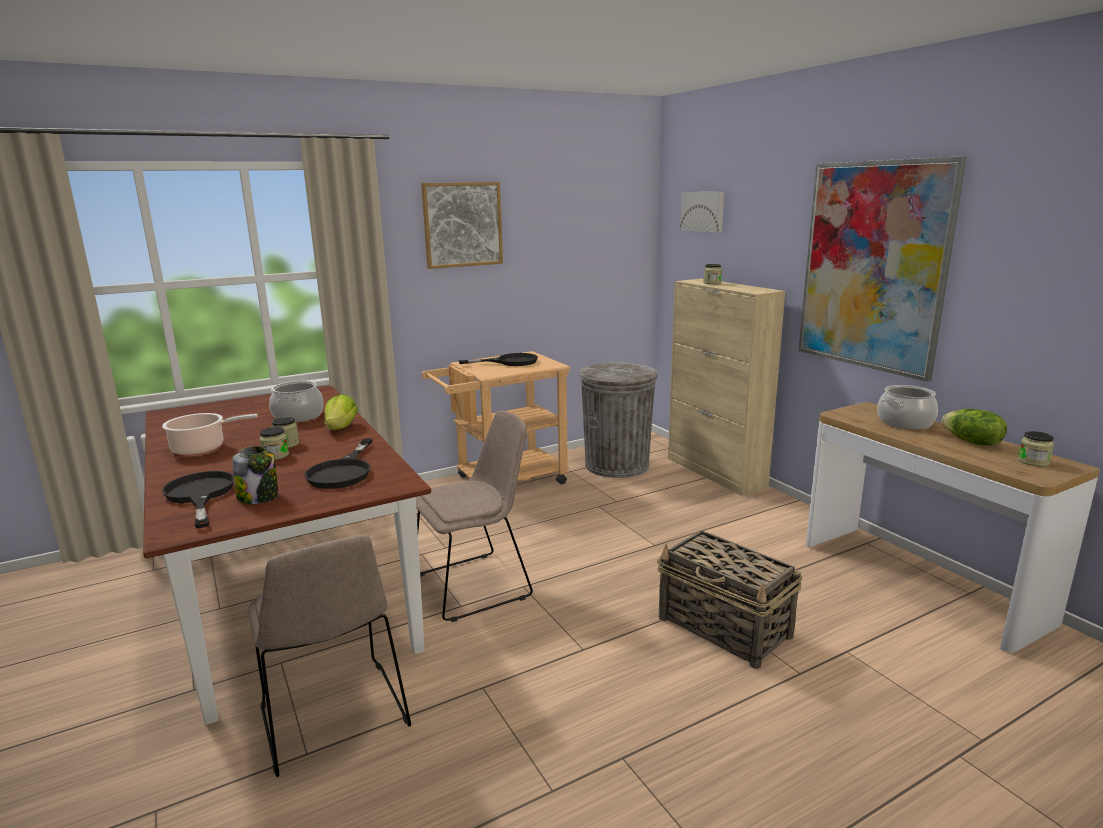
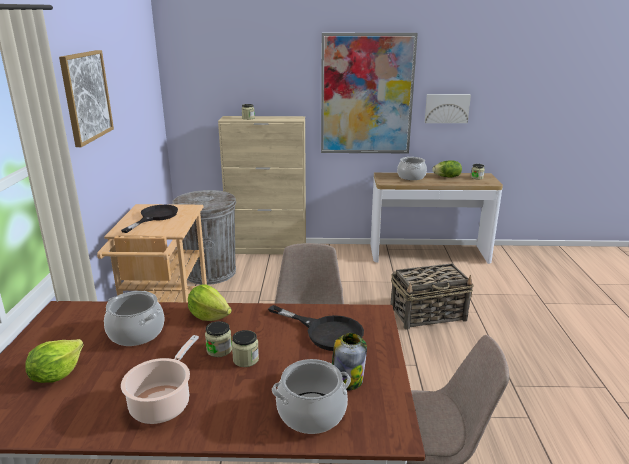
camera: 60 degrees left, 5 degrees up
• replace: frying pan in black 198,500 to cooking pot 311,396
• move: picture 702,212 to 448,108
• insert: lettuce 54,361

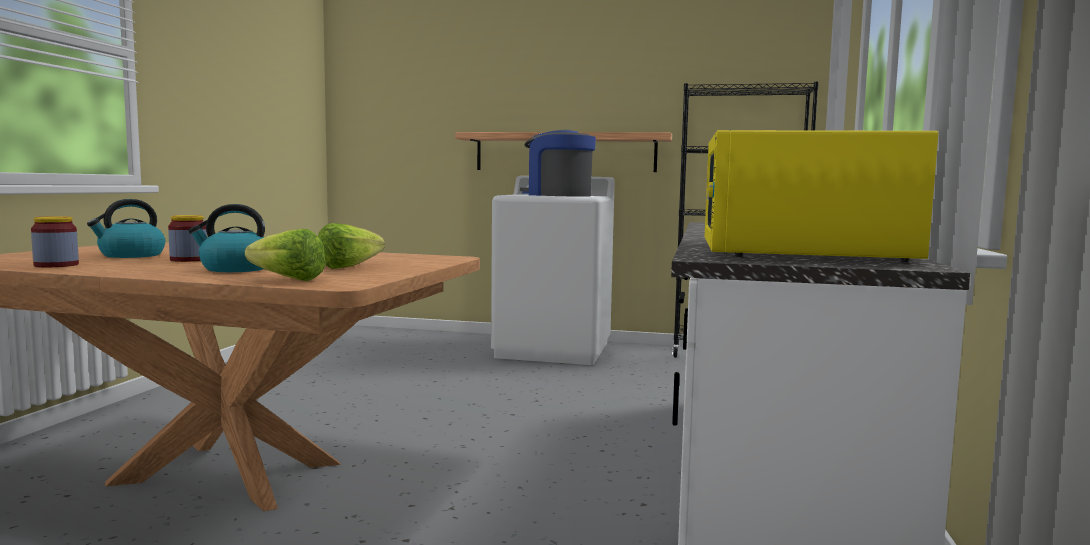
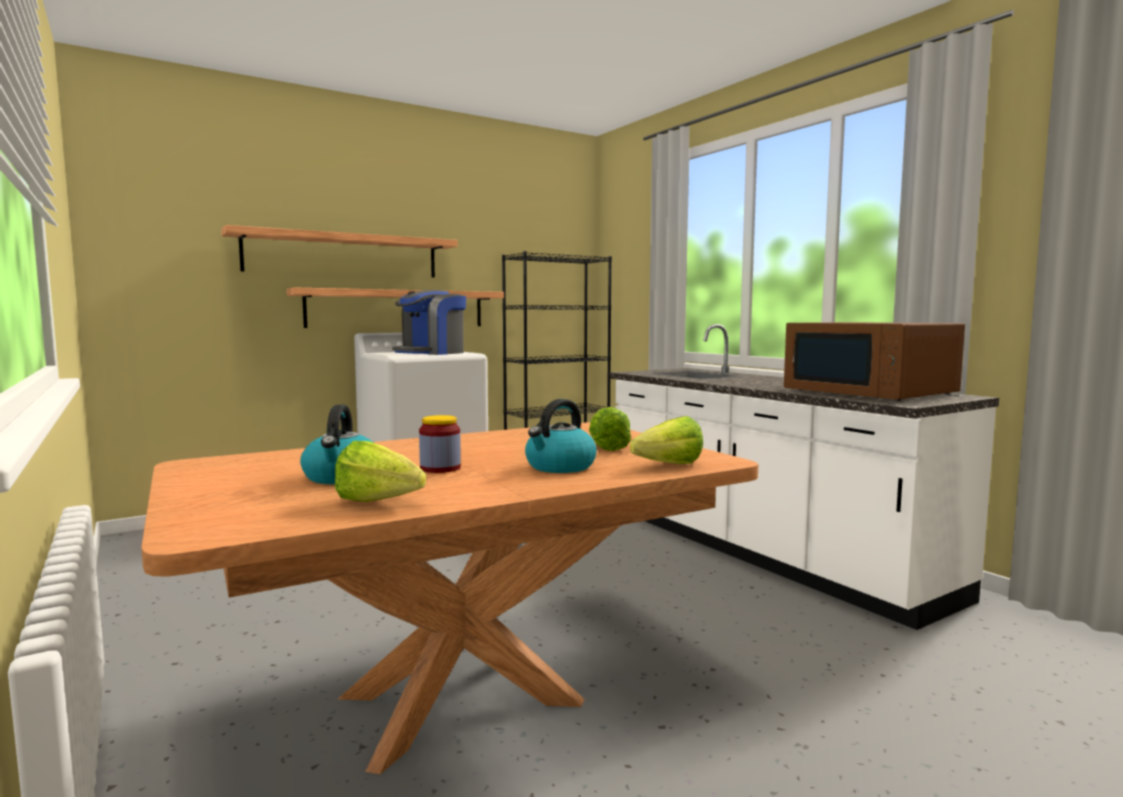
camera: 45 degrees left, 0 degrees up
• replace: jar 55,241 to lettuce 380,471
• rotate: coffee machine 558,163 = 429,322 45 degrees counterclockwise
• recolor: microwave in yellow 821,196 to microwave in brown 874,361
• insert: shelf 339,251

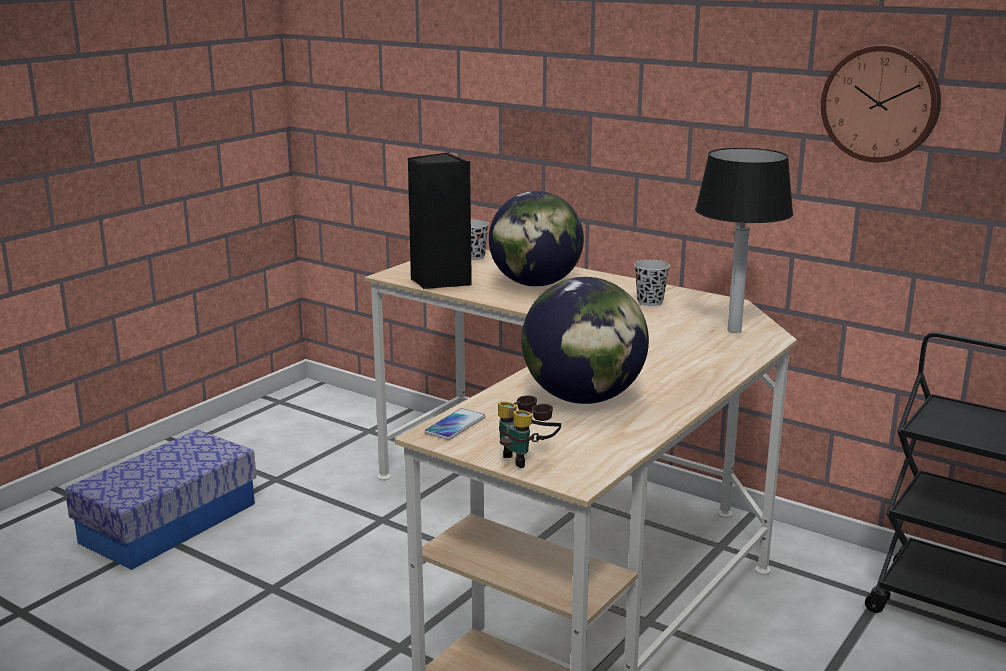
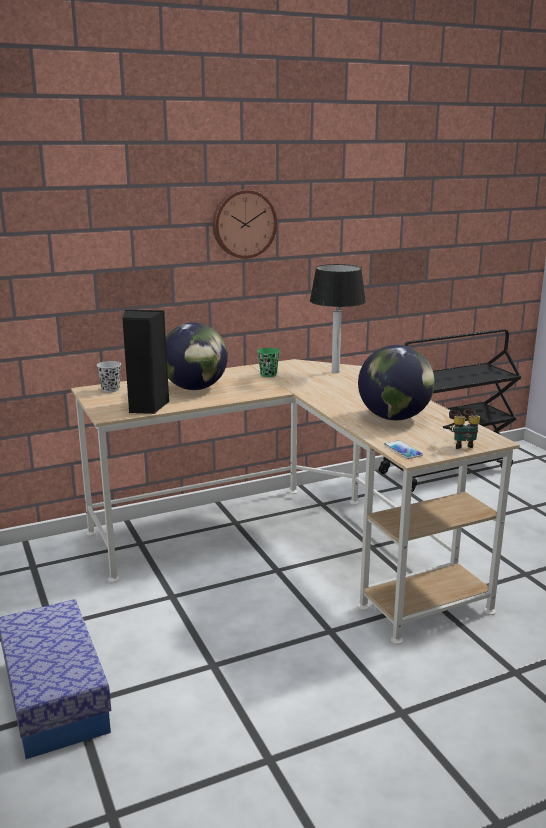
camera: 60 degrees left, 0 degrees up
• recolor: cup in black 652,283 to cup in green 268,362
• move: wall clock 881,103 to 245,224

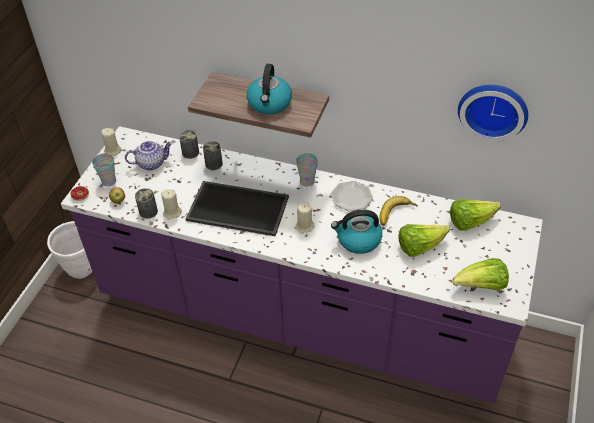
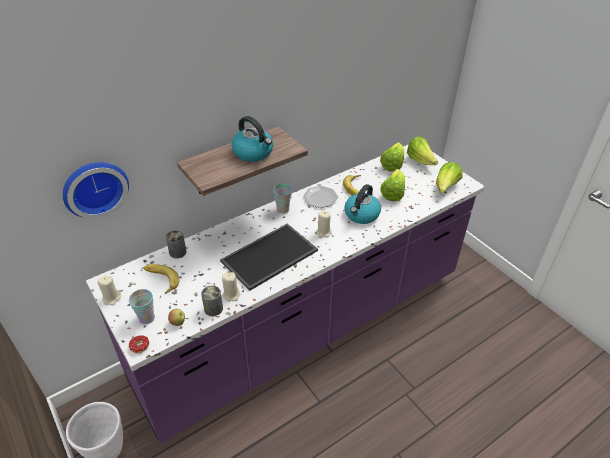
camera: 55 degrees left, 5 degrees down
• replace: teapot 149,155 to banana 161,279
• delete: can 213,155
• move: wall clock 493,113 to 96,190
• insert: lettuce 422,150

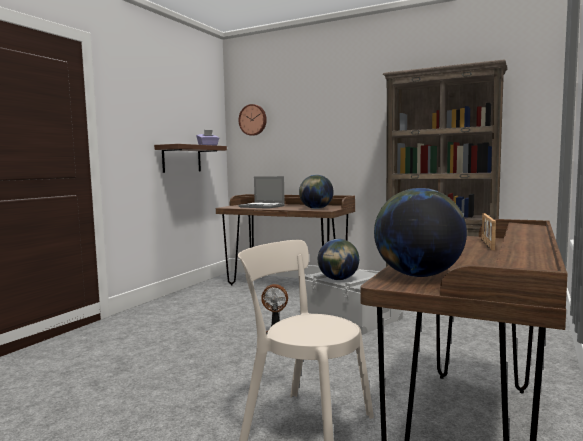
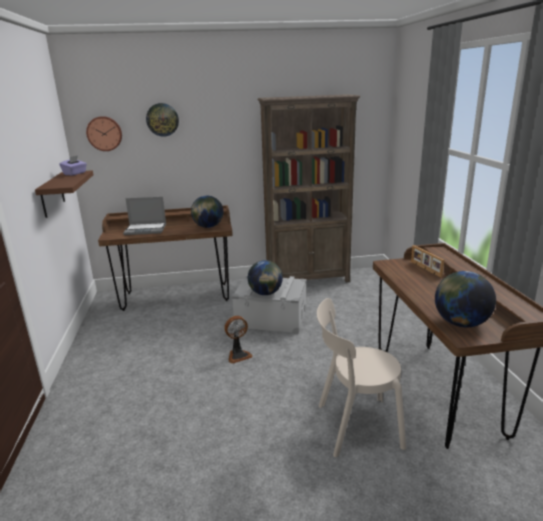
camera: 35 degrees left, 15 degrees up
• insert: wall clock 162,120

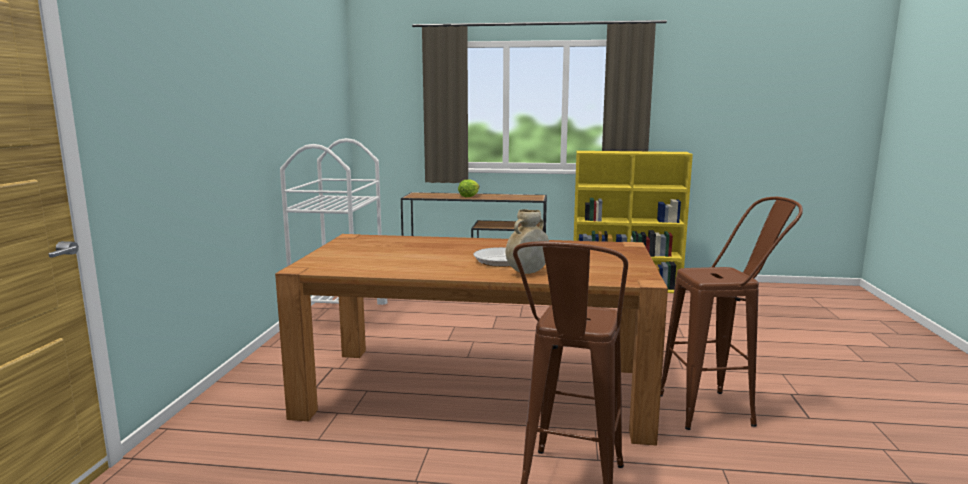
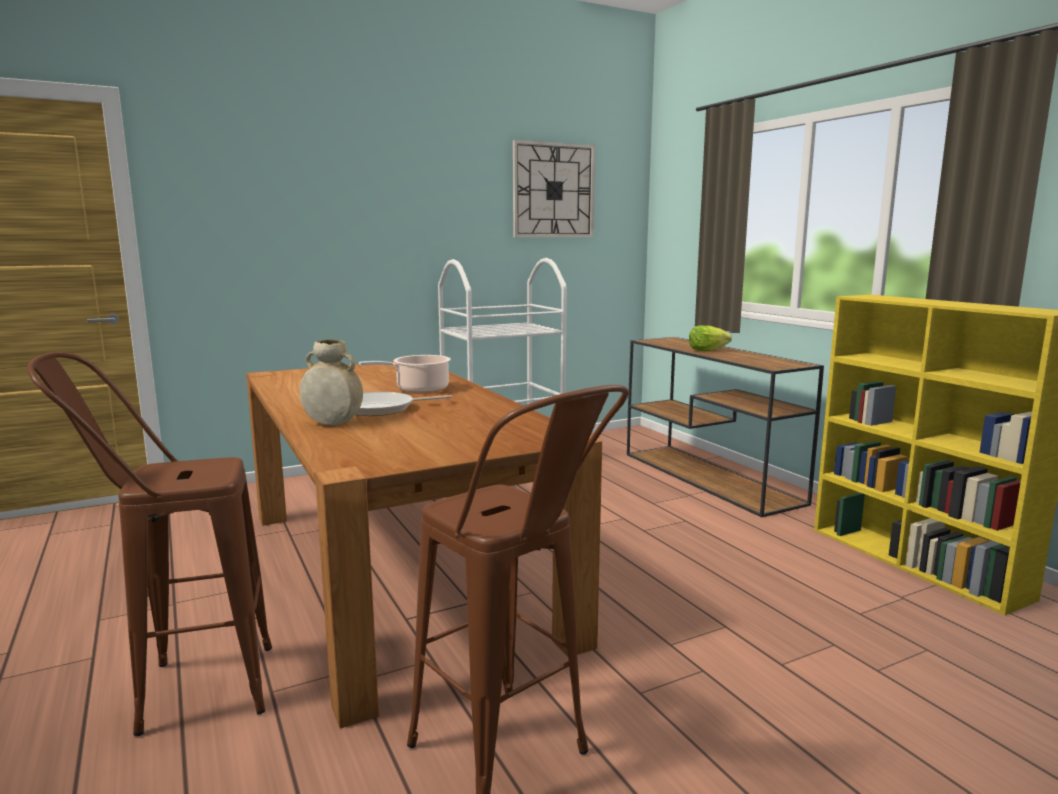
camera: 55 degrees right, 0 degrees up
• insert: cooking pot 405,374
• insert: wall clock 554,188

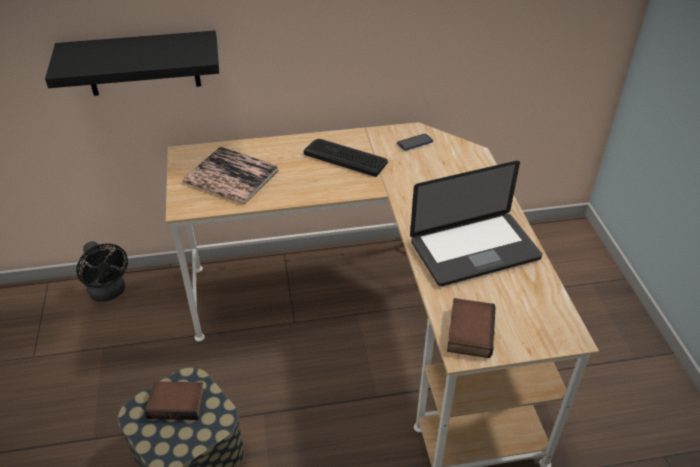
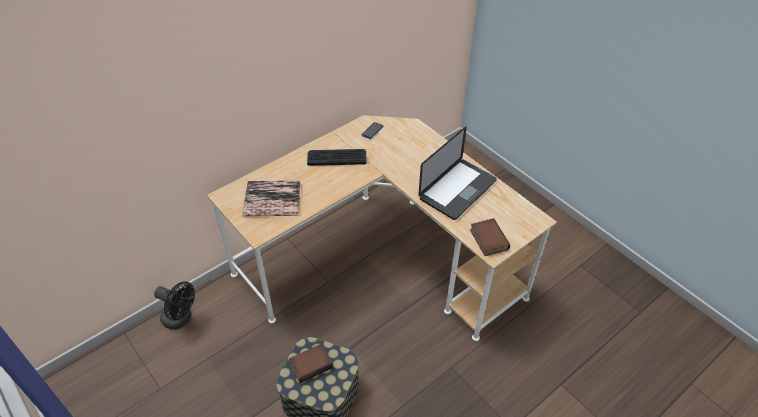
camera: 30 degrees left, 5 degrees up
• delete: shelf in black 132,63

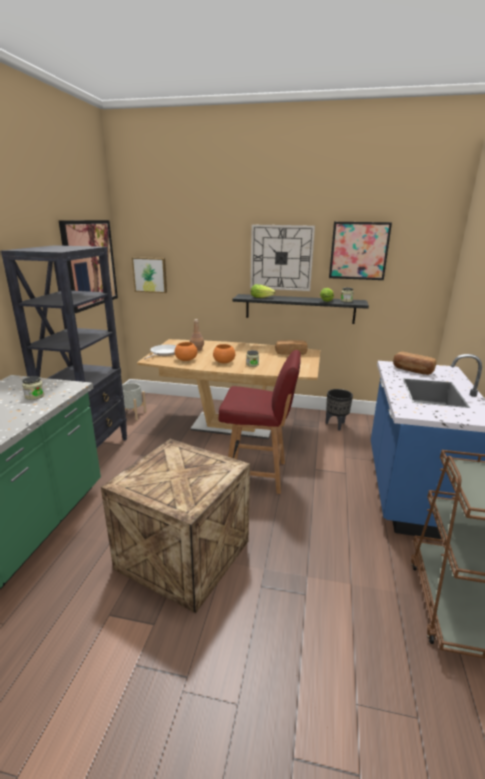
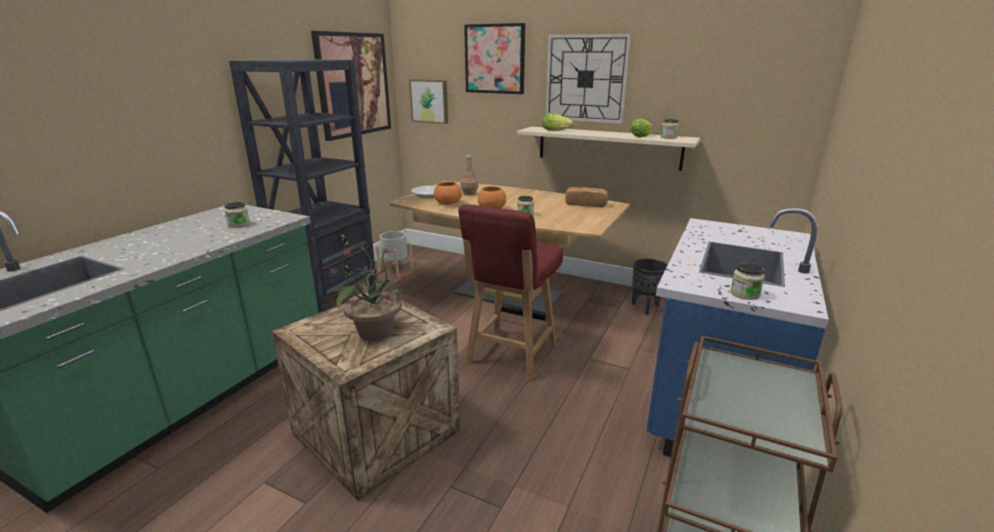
camera: 15 degrees right, 0 degrees up
• rotate: chair in red 259,422 = 510,292 90 degrees clockwise
• recolor: shelf in black 301,309 to shelf in beige 609,148
• move: picture 360,251 to 494,58
• delete: bread 414,363
• insert: potted plant 367,292
• insert: jar 747,281

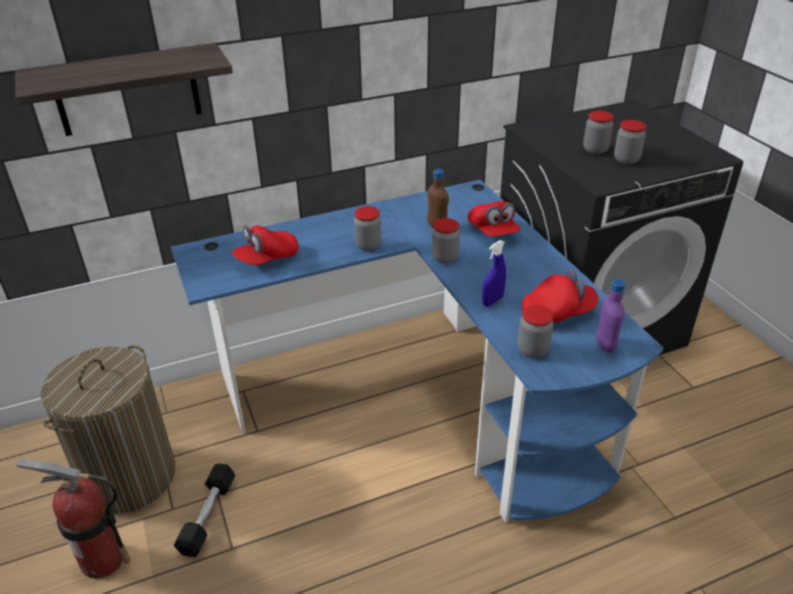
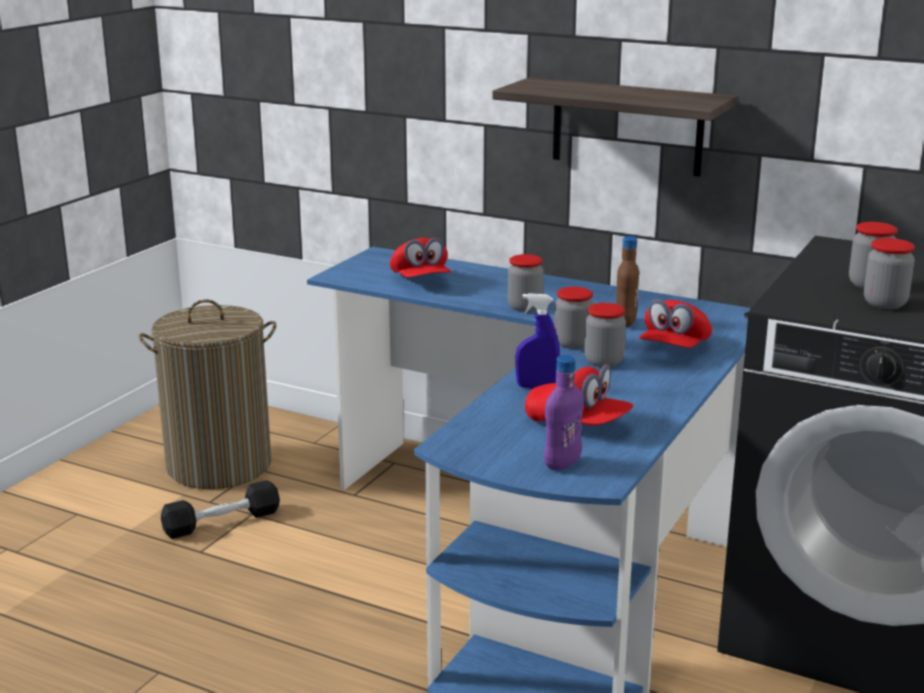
camera: 50 degrees right, 15 degrees down
• move: shelf 124,89 to 615,127
• delete: fire extinguisher 73,518
• rotate: cap in red 265,245 = 420,257 120 degrees counterclockwise
• move: jar 536,331 to 605,335

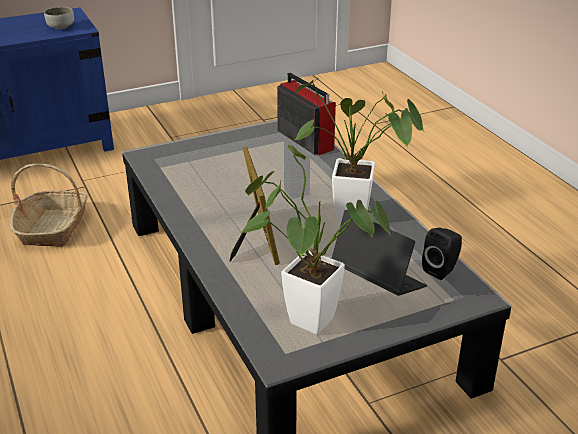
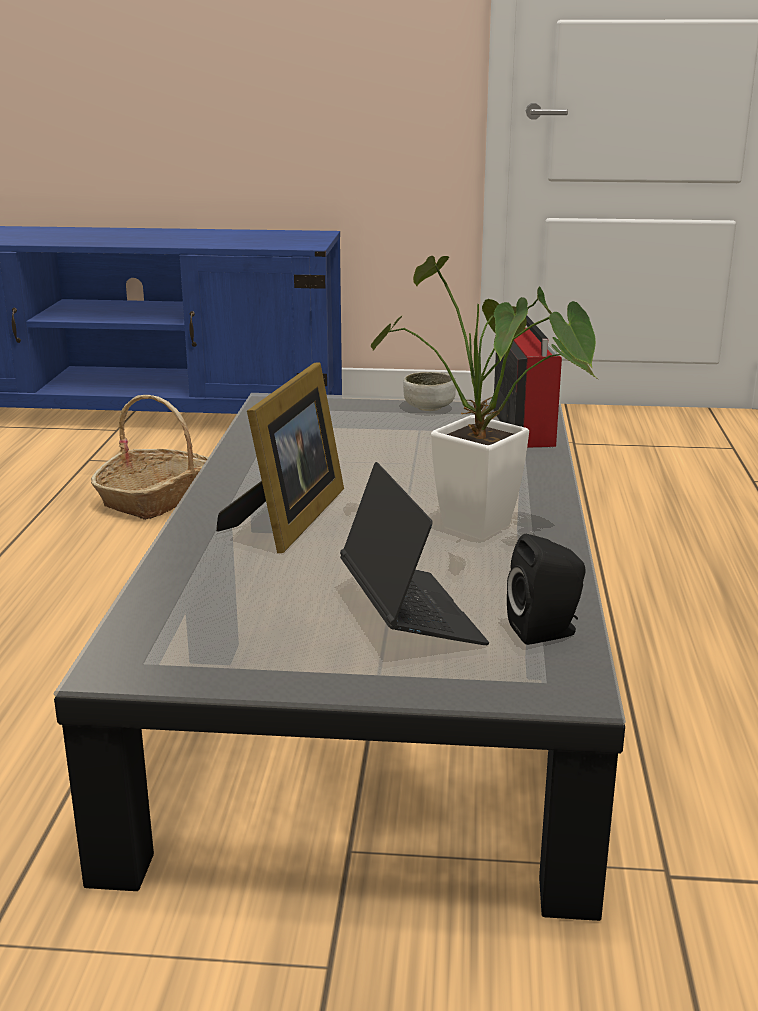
camera: 30 degrees right, 10 degrees down
• move: bowl 59,18 to 429,391
• delete: potted plant 315,239

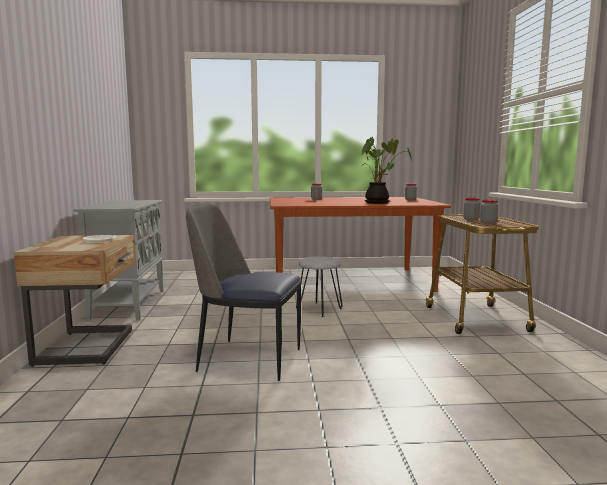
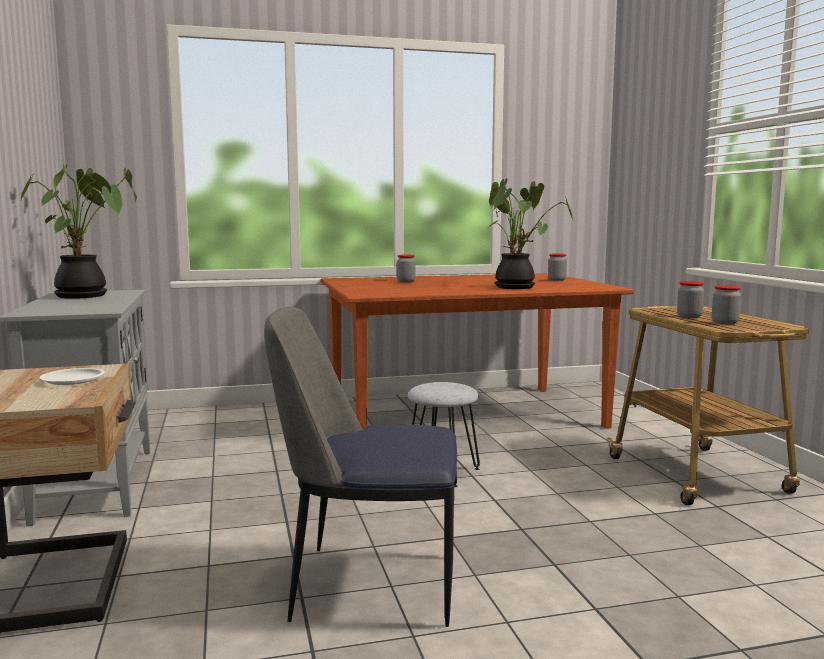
camera: 10 degrees left, 0 degrees up
• insert: potted plant 78,232

